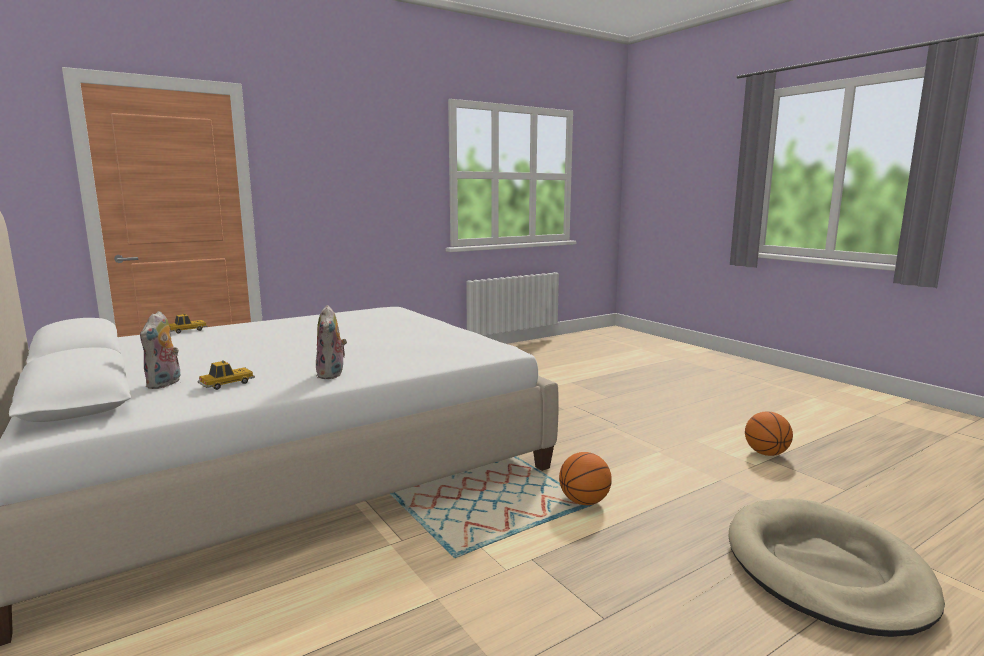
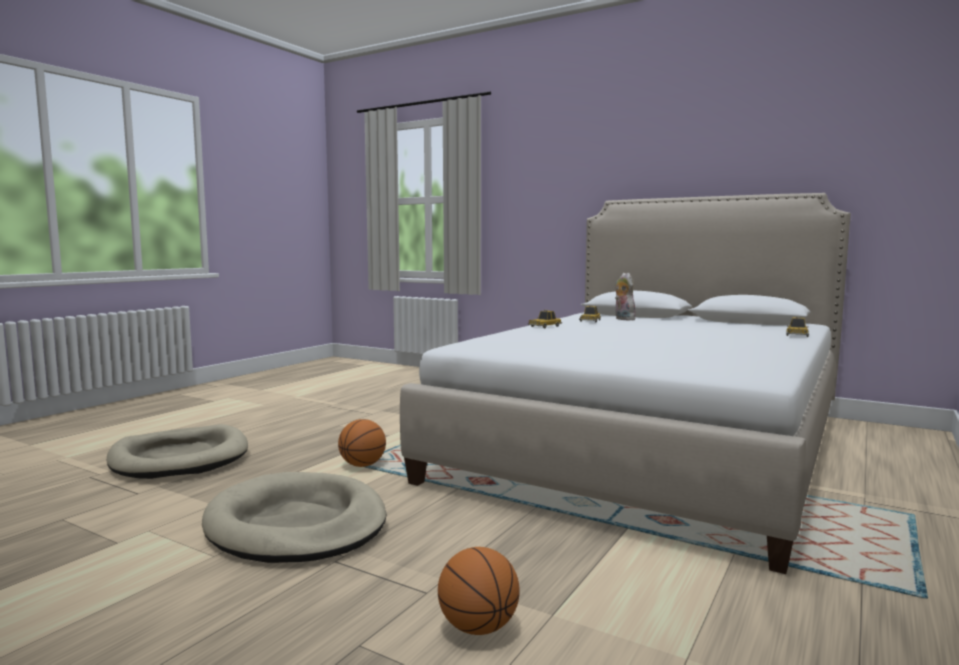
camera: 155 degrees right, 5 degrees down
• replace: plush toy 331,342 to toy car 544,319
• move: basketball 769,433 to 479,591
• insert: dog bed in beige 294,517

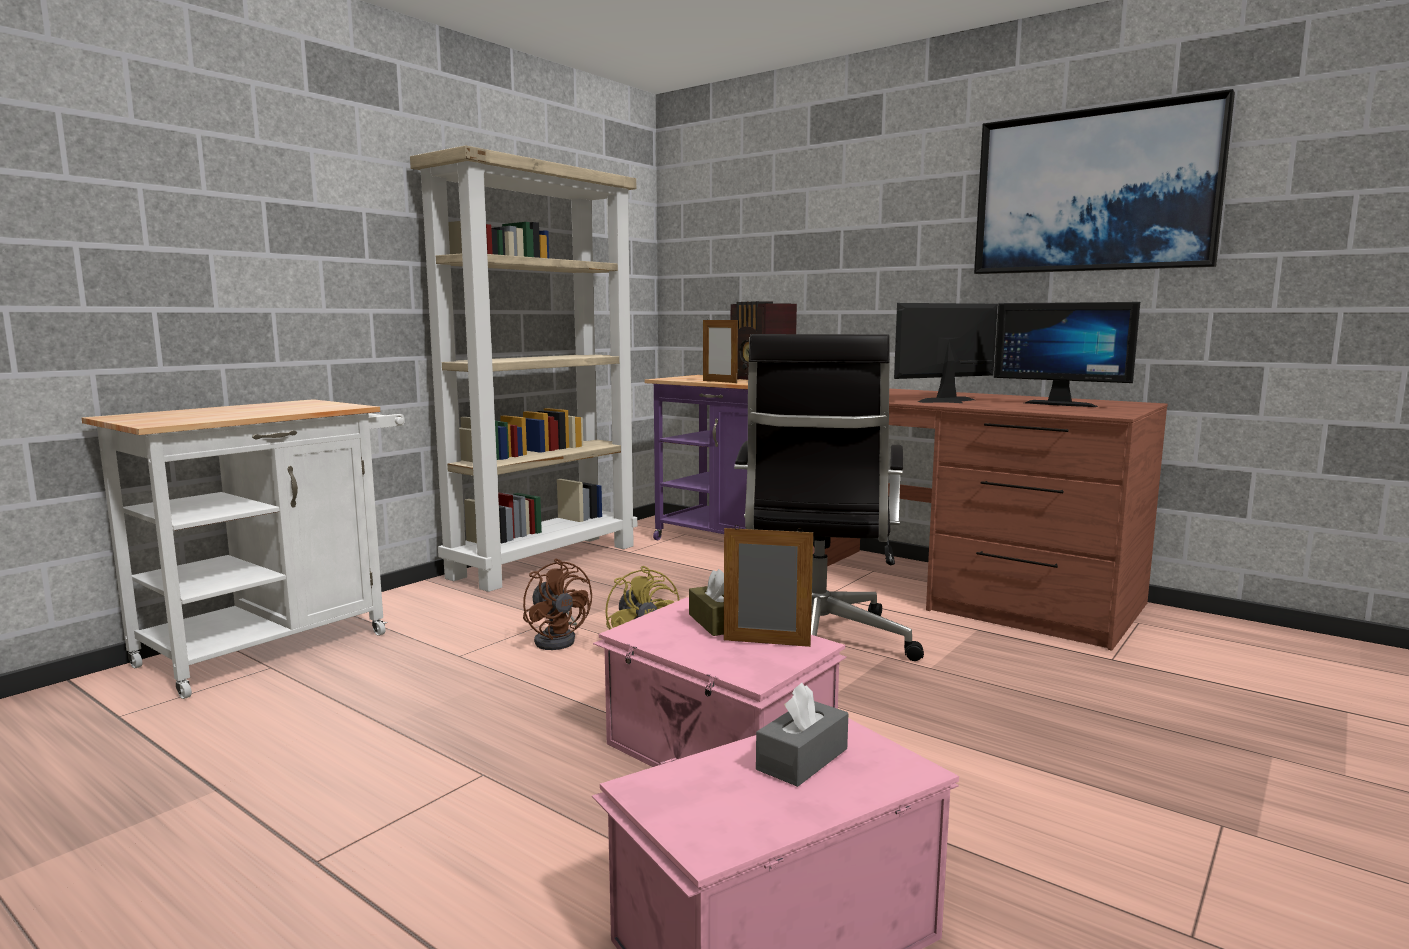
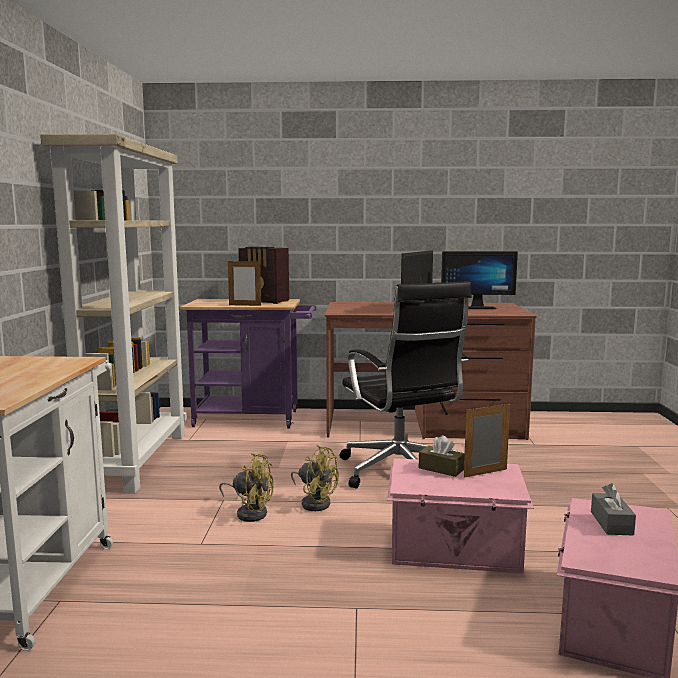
camera: 35 degrees left, 0 degrees up
• recolor: fan in brown 557,604 to fan in yellow 246,487
• delete: picture 1104,181

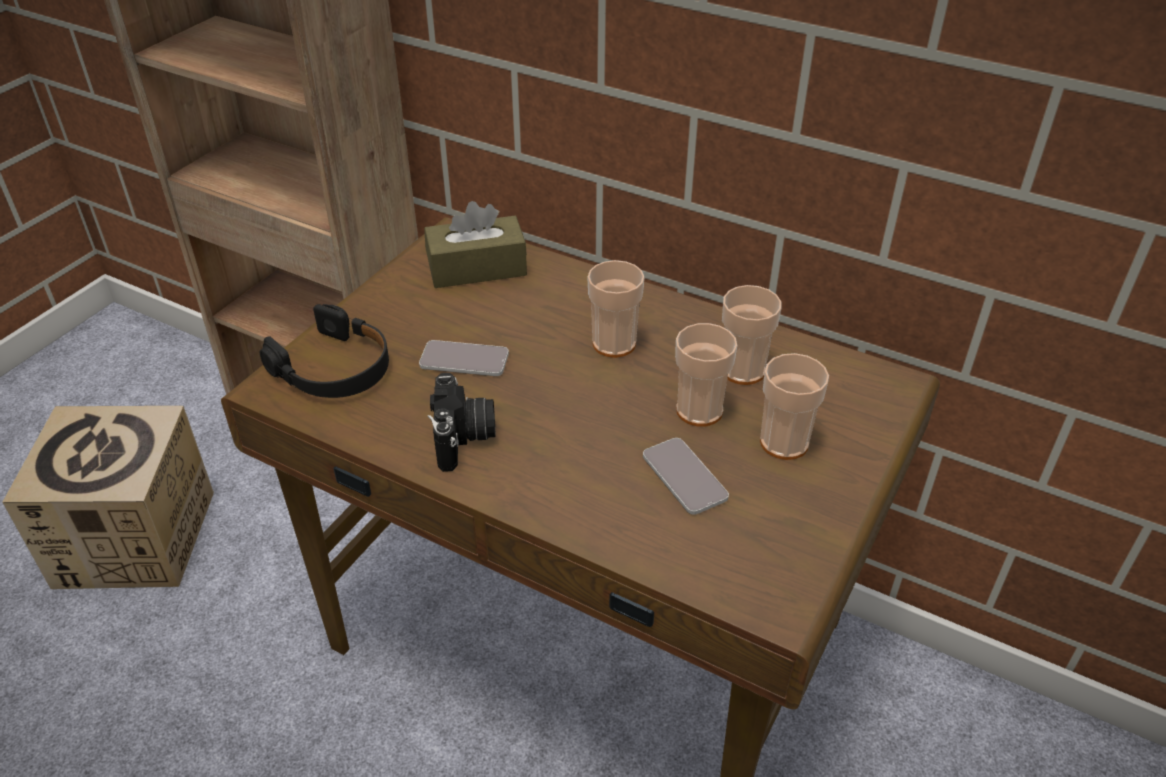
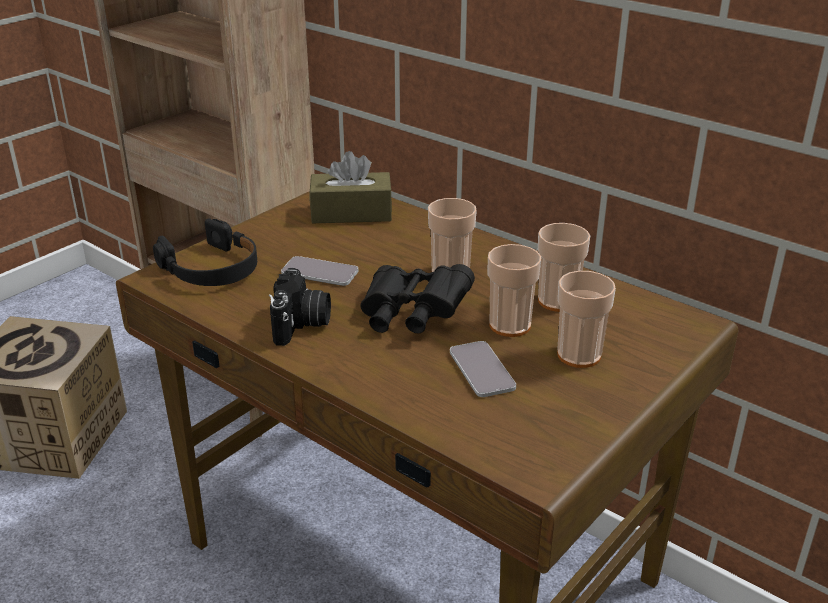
camera: 10 degrees right, 10 degrees down
• insert: binoculars in black 417,298

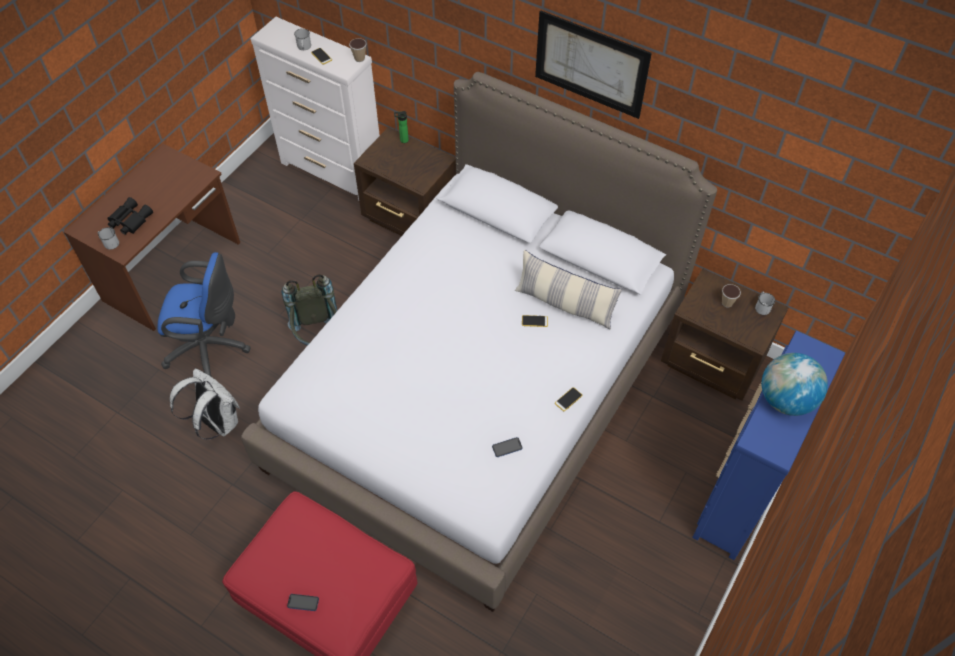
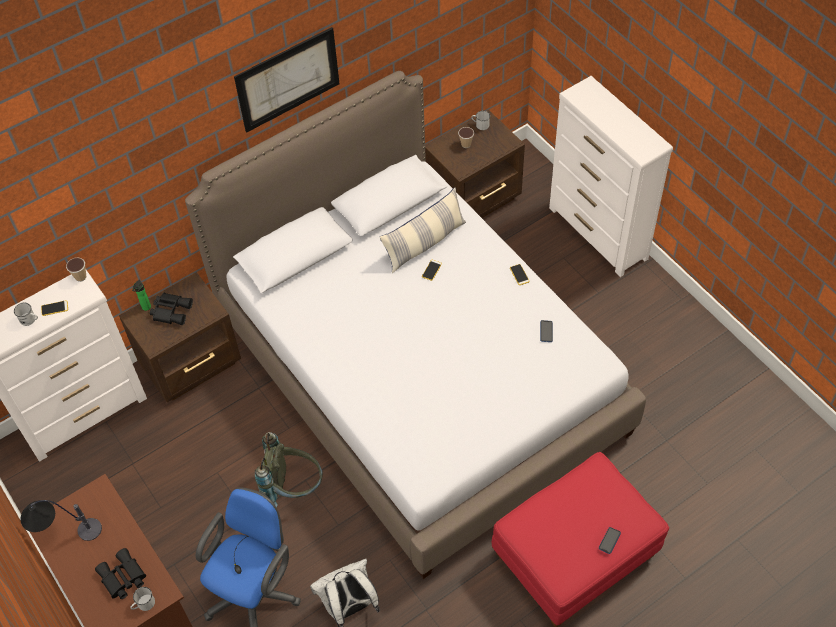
camera: 65 degrees left, 0 degrees up
• recolor: dresser in blue 769,445 to dresser in white 611,176
• delete: globe 795,384
• insert: table lamp 61,520
• insert: binoculars in black 171,309

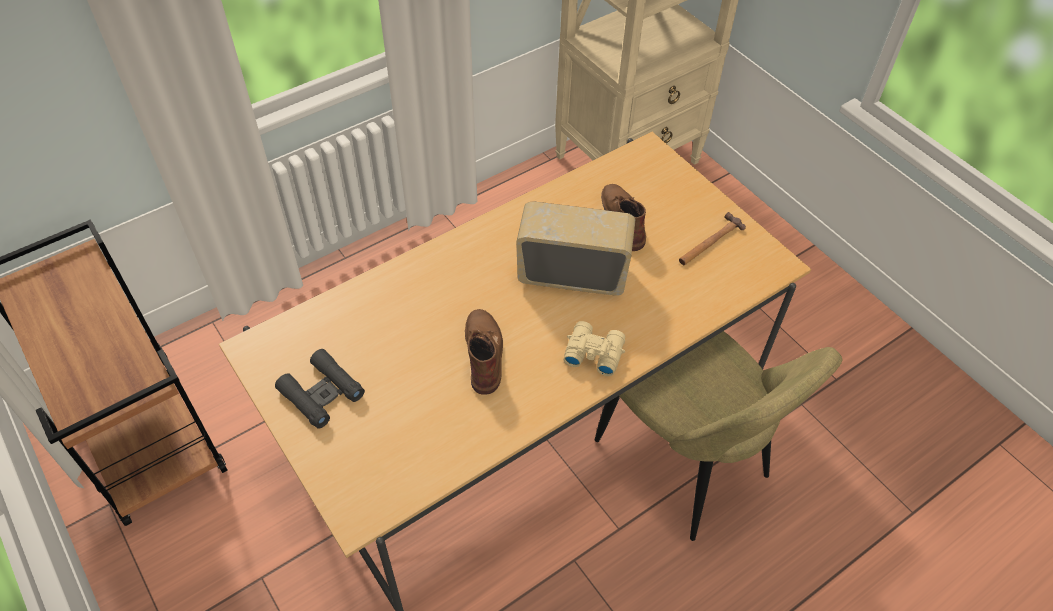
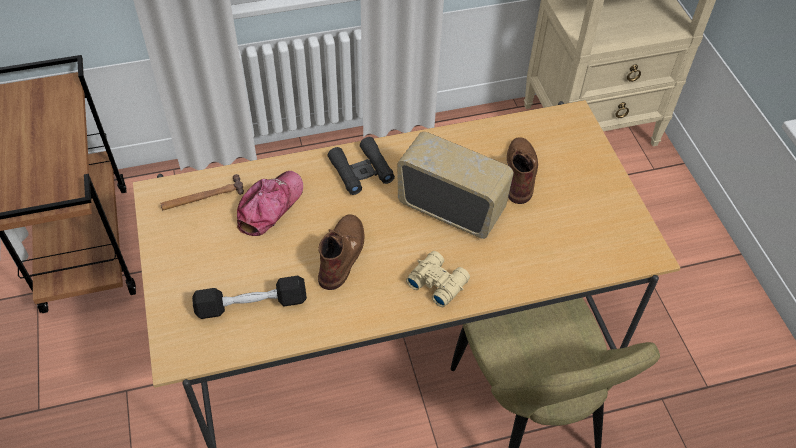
camera: 20 degrees right, 0 degrees up
• move: binoculars in black 320,389 to 361,166
• move: hammer 712,238 to 202,192
• insert: dumbbell in black 249,297
• insert: cap 270,203

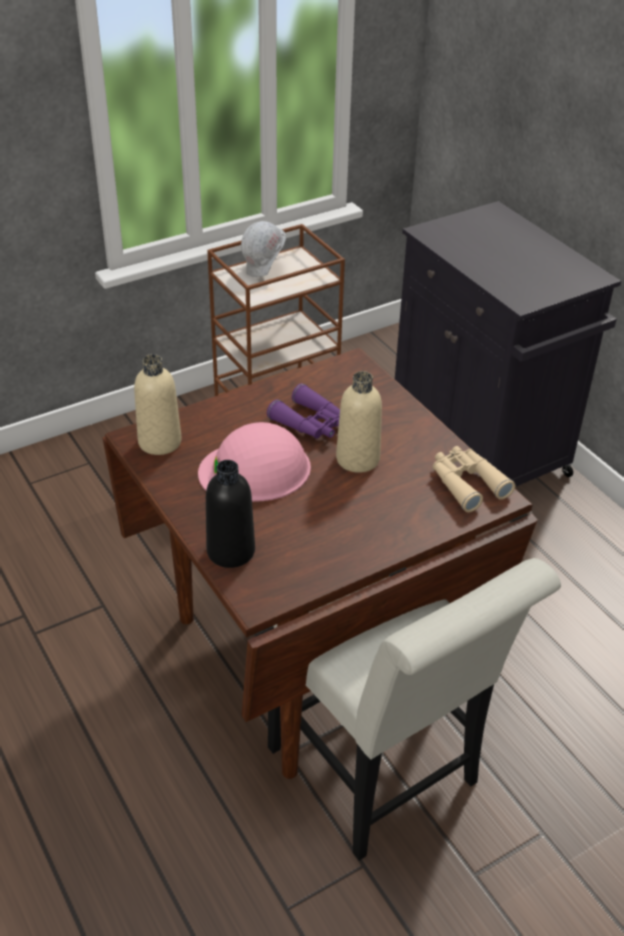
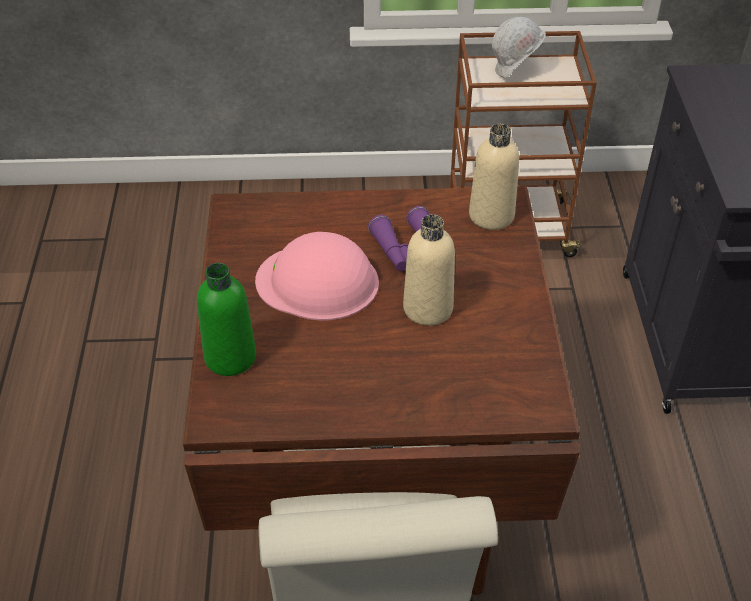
camera: 30 degrees right, 5 degrees up
• move: bottle in beige 158,404 to 494,177
• recolor: bottle in black 230,514 to bottle in green 226,319
• delete: binoculars in beige 474,479

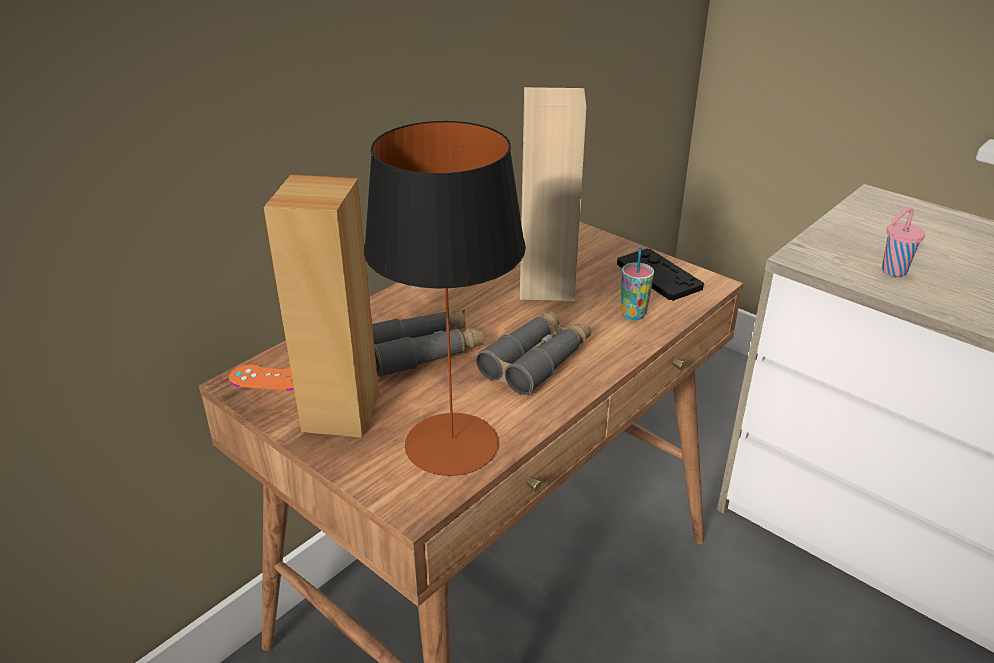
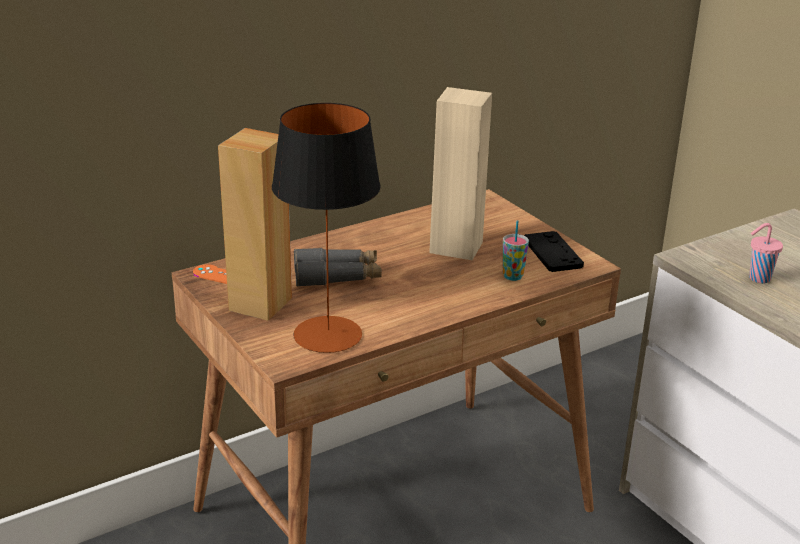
camera: 15 degrees right, 5 degrees down
• delete: binoculars in grey 533,352

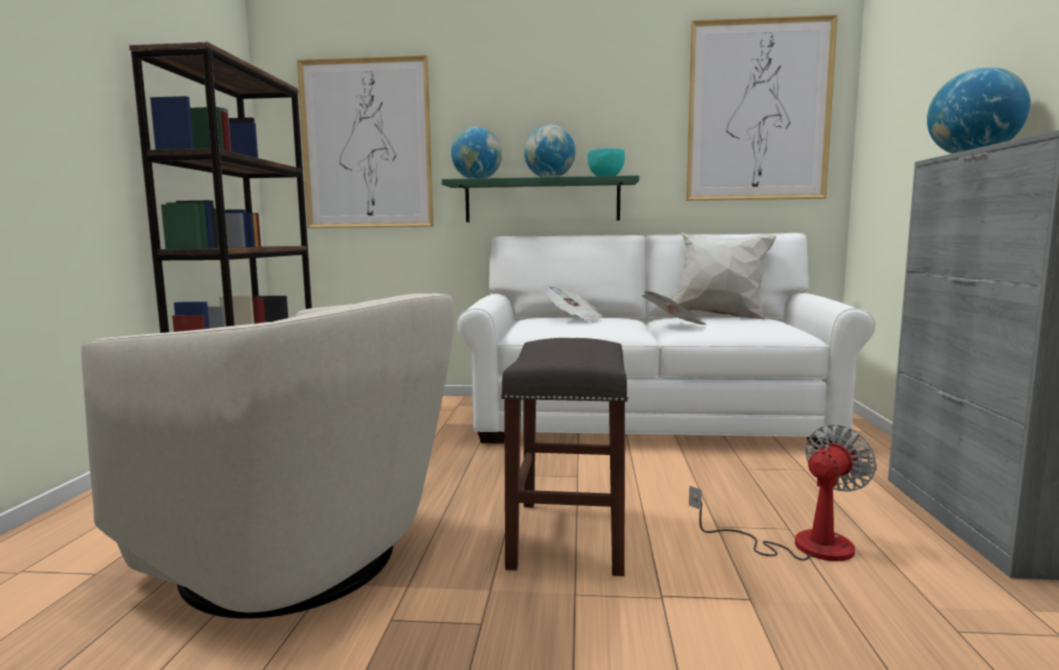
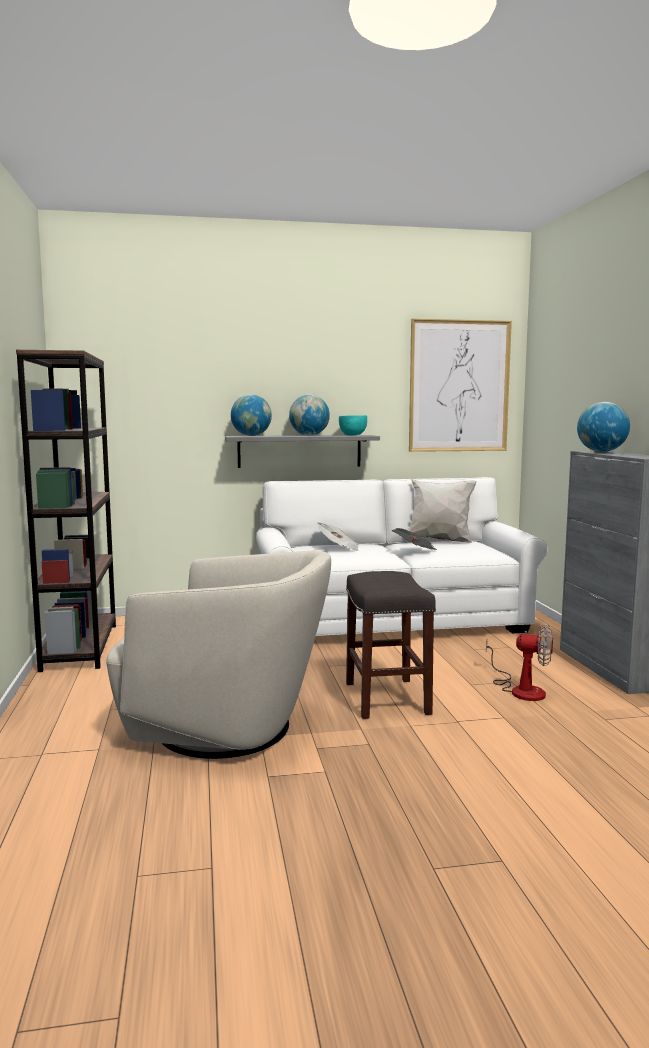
camera: 15 degrees left, 0 degrees up
• delete: picture 365,141
• recolor: shelf in green 540,198 to shelf in grey 302,451
• rotate: fan 783,492 = 519,662 75 degrees clockwise

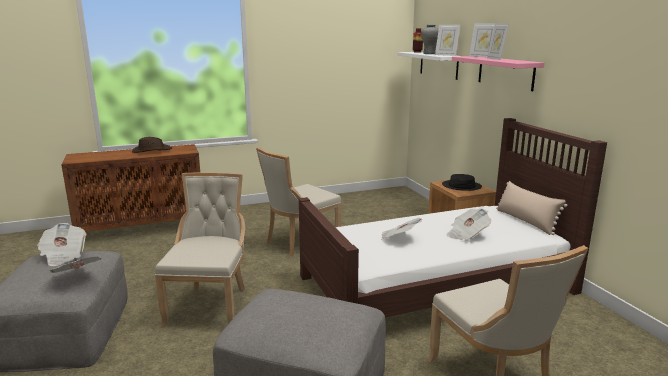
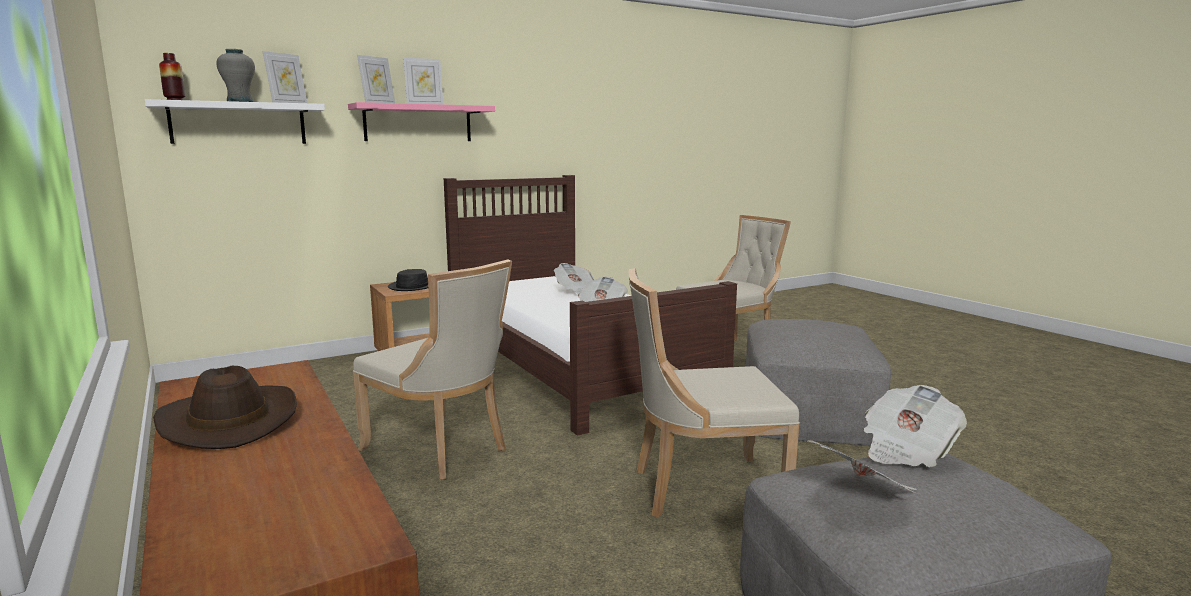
camera: 100 degrees left, 5 degrees down
• delete: pillow in beige 532,208

